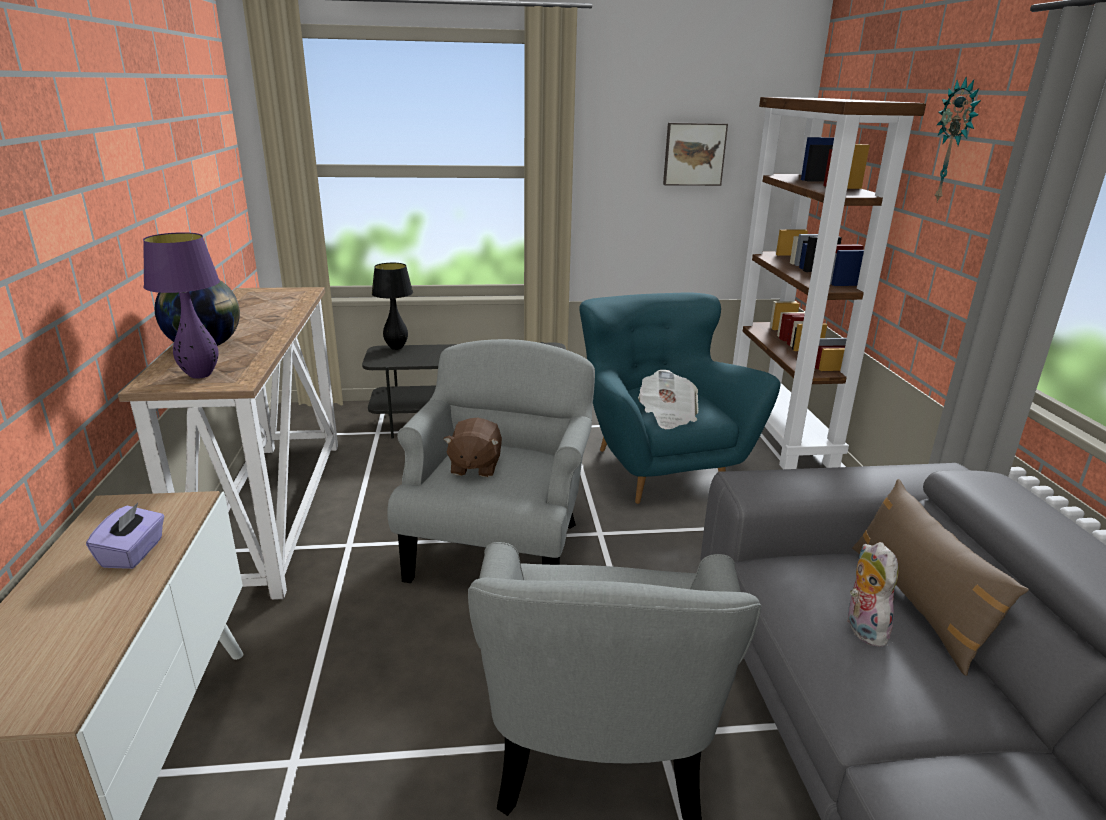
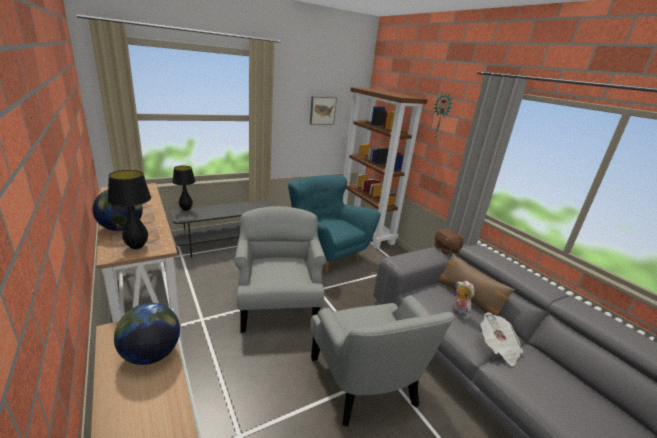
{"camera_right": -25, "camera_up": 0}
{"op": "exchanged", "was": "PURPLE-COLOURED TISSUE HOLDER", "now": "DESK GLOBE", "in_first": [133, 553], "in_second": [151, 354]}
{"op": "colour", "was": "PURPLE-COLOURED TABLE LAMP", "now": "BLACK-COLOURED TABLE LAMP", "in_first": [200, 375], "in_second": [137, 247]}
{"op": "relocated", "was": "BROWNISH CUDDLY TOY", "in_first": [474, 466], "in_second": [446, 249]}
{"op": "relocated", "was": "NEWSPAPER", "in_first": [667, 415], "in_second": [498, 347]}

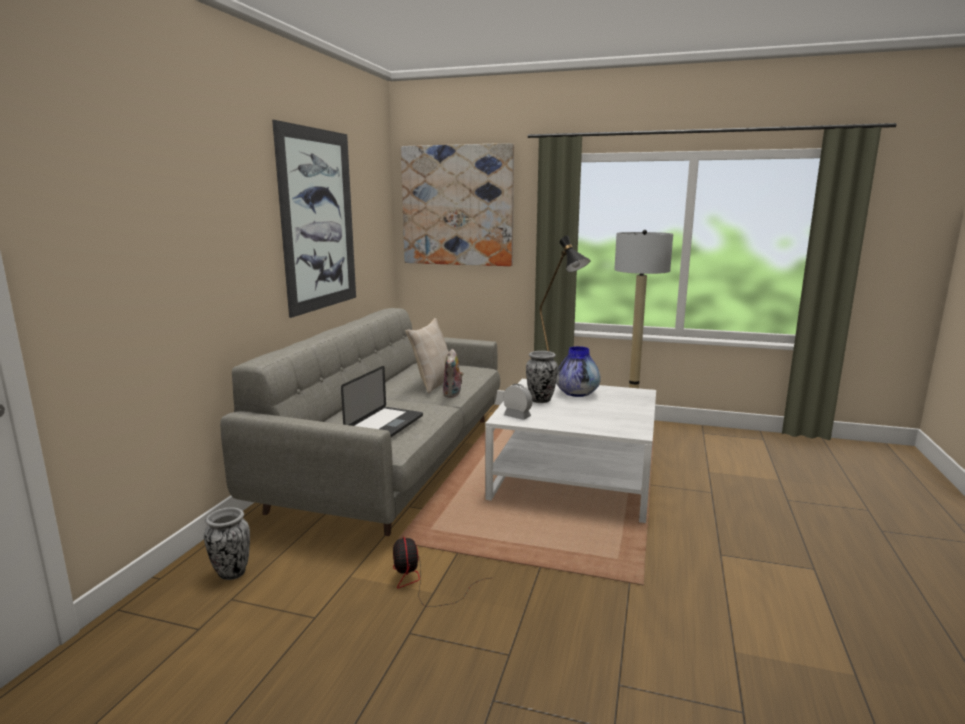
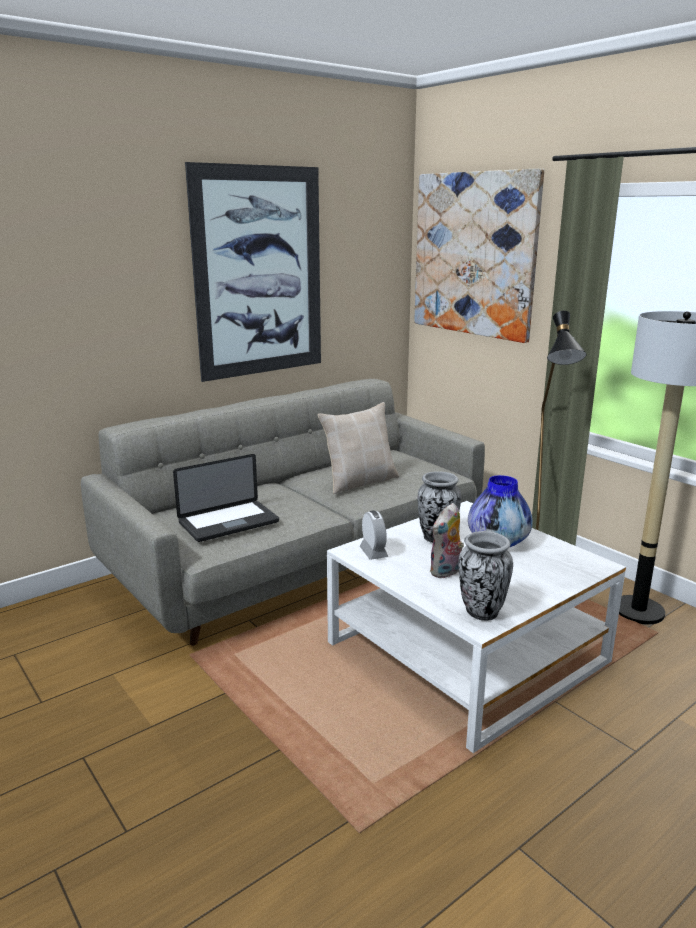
{"camera_right": 35, "camera_up": 5}
{"op": "relocated", "was": "VASE", "in_first": [231, 573], "in_second": [481, 612]}
{"op": "missing", "was": "ELECTRIC FAN", "in_first": [422, 583]}
{"op": "relocated", "was": "CUDDLY TOY", "in_first": [453, 394], "in_second": [446, 572]}

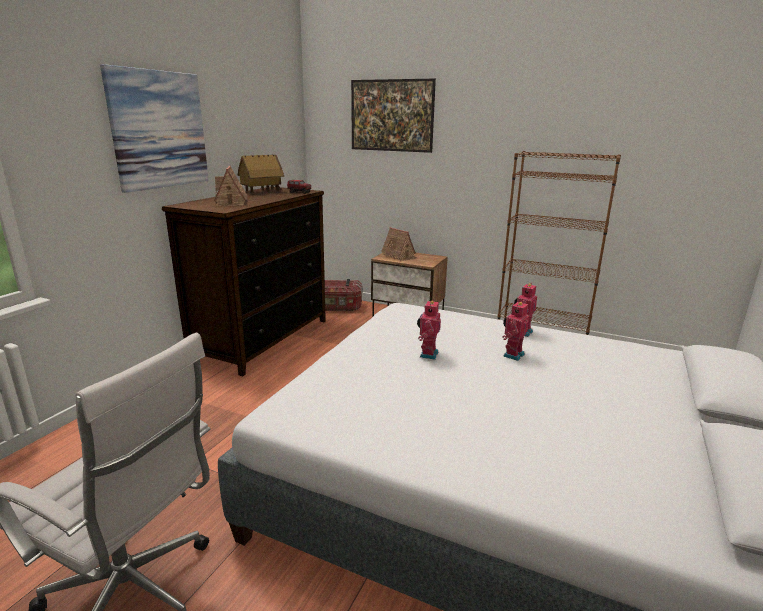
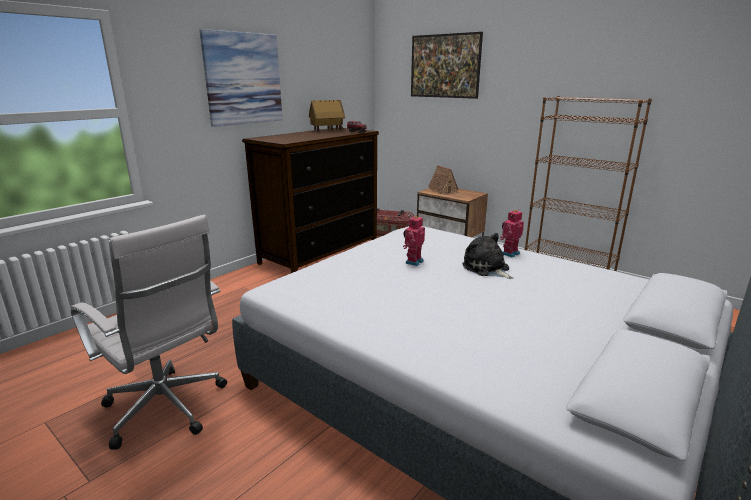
{"camera_right": 15, "camera_up": 0}
{"op": "missing", "was": "TOY HOUSE", "in_first": [231, 202]}
{"op": "exchanged", "was": "ROBOT FIGURE", "now": "CUDDLY TOY", "in_first": [512, 355], "in_second": [487, 269]}

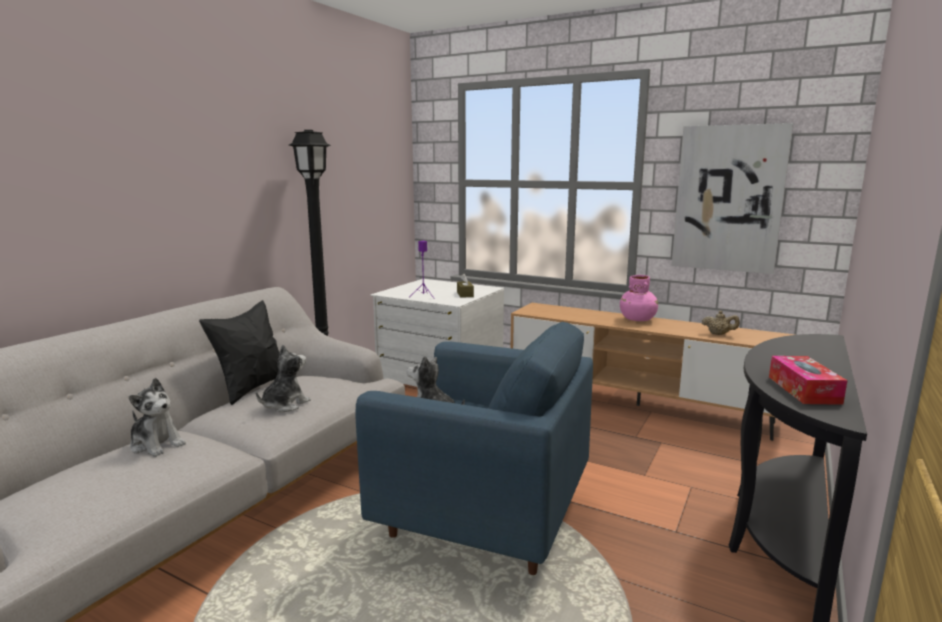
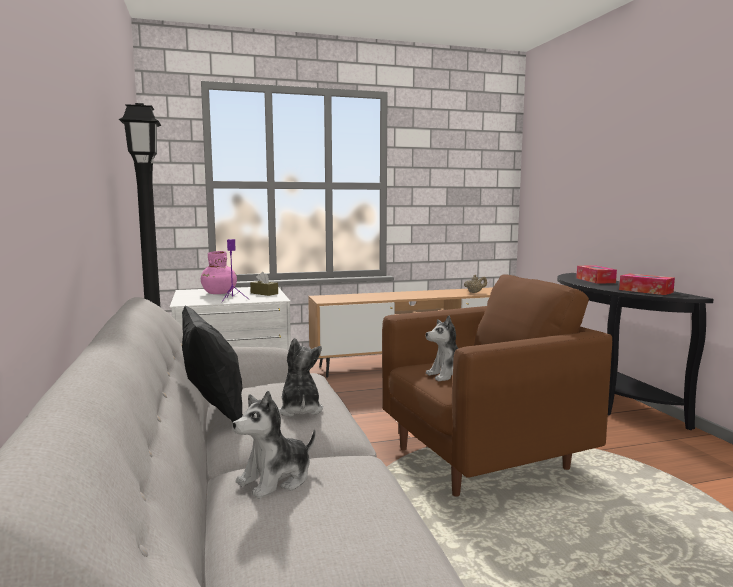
{"camera_right": -45, "camera_up": -5}
{"op": "spun", "was": "CUDDLY TOY", "in_first": [157, 444], "in_second": [276, 479], "clockwise": 150}
{"op": "colour", "was": "BLUE ARMCHAIR", "now": "BROWNISH ARMCHAIR", "in_first": [481, 520], "in_second": [482, 459]}
{"op": "relocated", "was": "PINKISH VASE", "in_first": [637, 319], "in_second": [219, 293]}
{"op": "missing", "was": "PICTURE", "in_first": [728, 199]}
{"op": "appeared", "now": "TISSUE HOLDER", "in_second": [595, 280]}

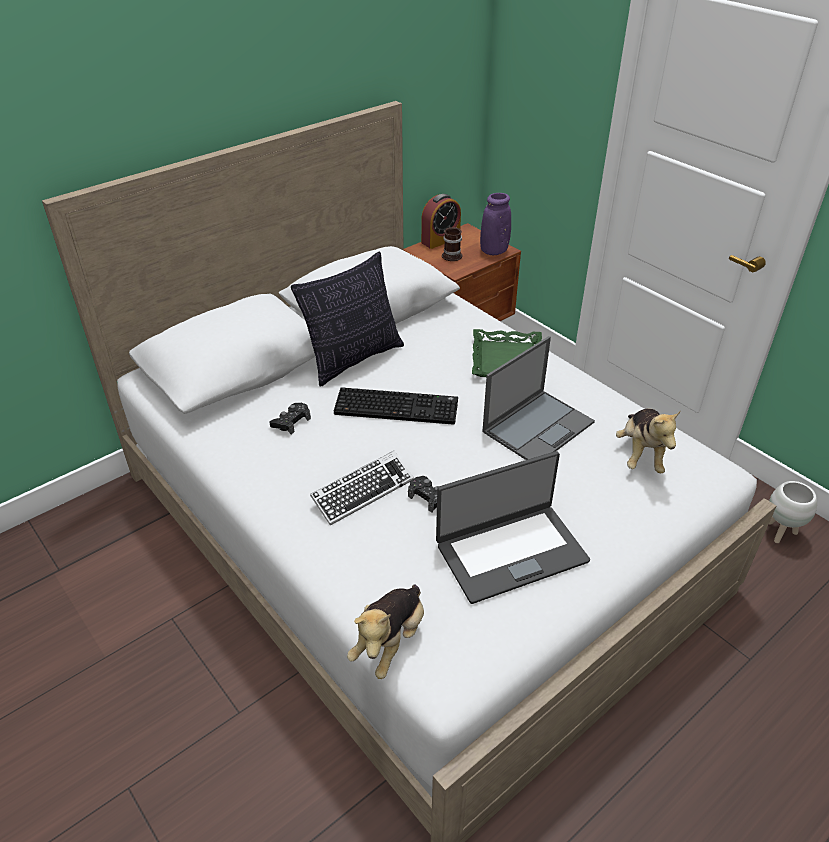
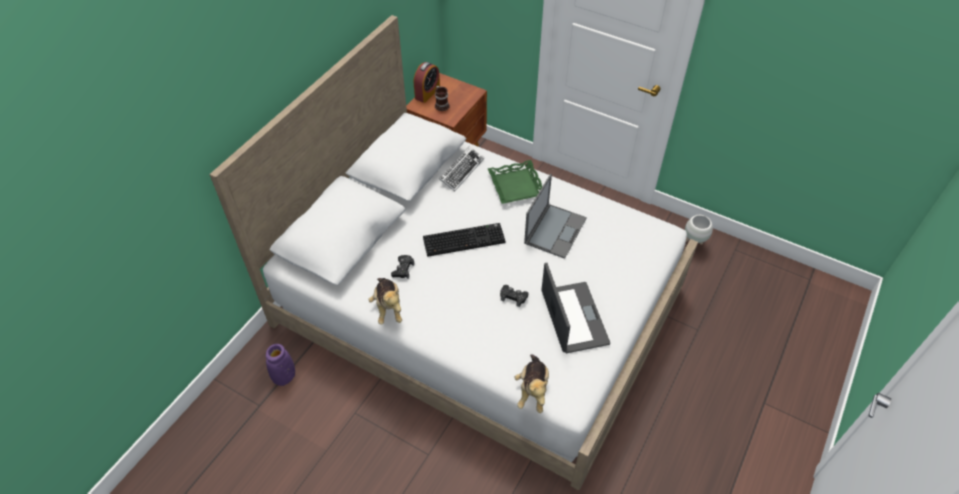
{"camera_right": -20, "camera_up": 10}
{"op": "missing", "was": "THROW PILLOW", "in_first": [354, 359]}
{"op": "relocated", "was": "COMPUTER KEYBOARD", "in_first": [362, 491], "in_second": [461, 171]}
{"op": "spun", "was": "PORTABLE COMPUTER", "in_first": [510, 551], "in_second": [573, 318], "clockwise": -60}
{"op": "relocated", "was": "PURPLE-COLOURED VASE", "in_first": [494, 251], "in_second": [284, 377]}
{"op": "relocated", "was": "CUDDLY TOY", "in_first": [641, 454], "in_second": [388, 307]}

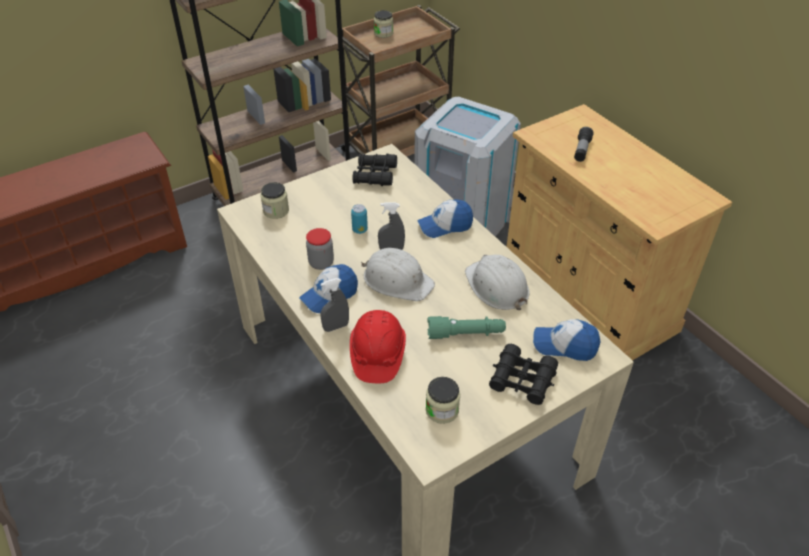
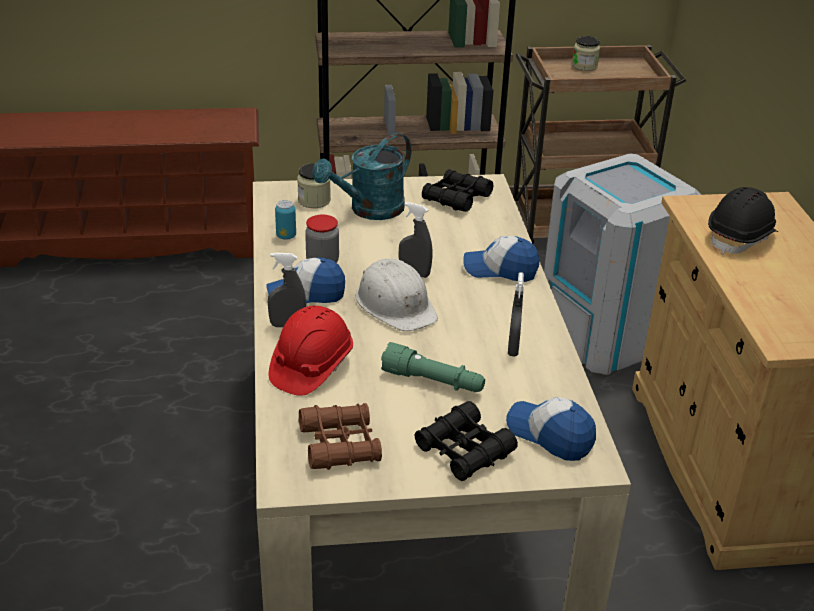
{"camera_right": 25, "camera_up": -10}
{"op": "relocated", "was": "METAL CAN", "in_first": [360, 230], "in_second": [286, 236]}
{"op": "exchanged", "was": "JAR", "now": "BROWNISH FIELD GLASSES", "in_first": [442, 410], "in_second": [340, 445]}
{"op": "exchanged", "was": "WHITISH WORK HELMET", "now": "GREYISH SPRAY BOTTLE", "in_first": [497, 286], "in_second": [513, 348]}
{"op": "exchanged", "was": "HAND TORCH", "now": "BLACK-COLOURED WORK HELMET", "in_first": [581, 150], "in_second": [741, 238]}
{"op": "appeared", "now": "TURQUOISE WATERING CAN", "in_second": [369, 210]}

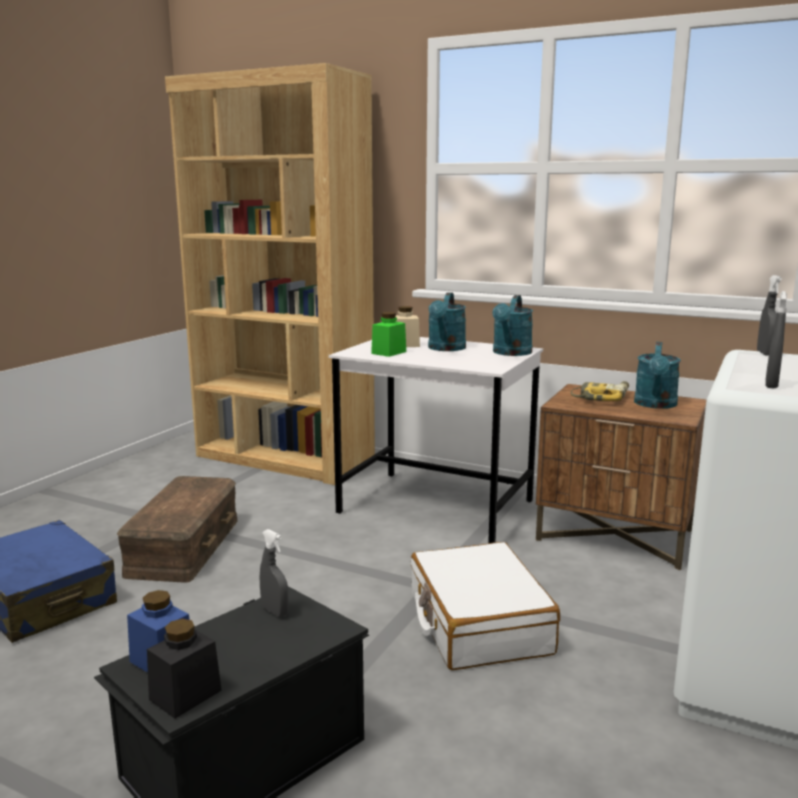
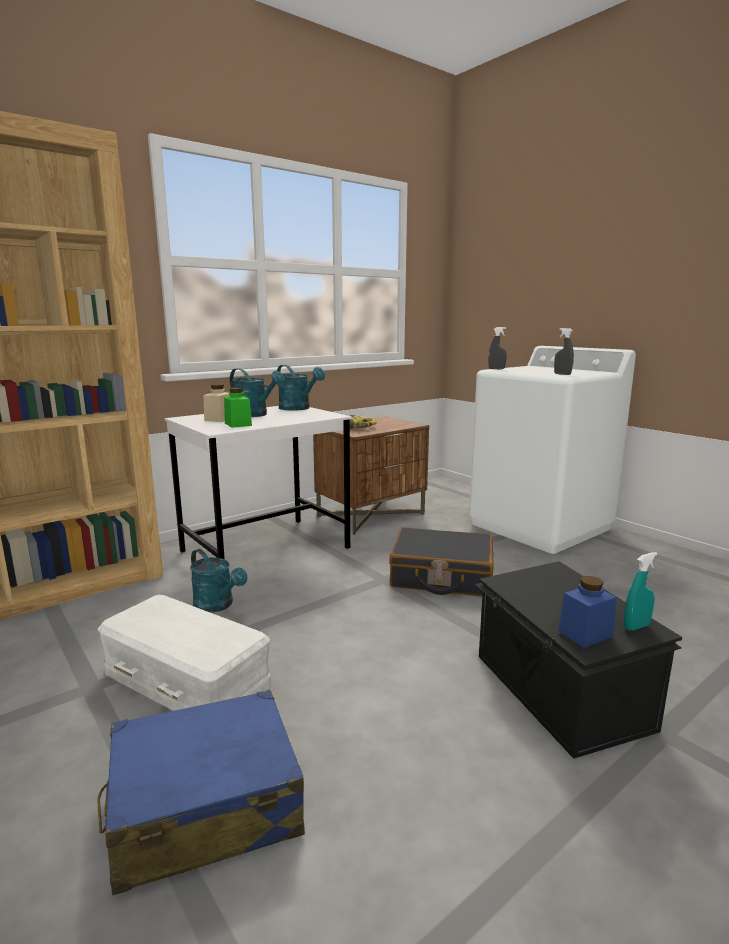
{"camera_right": -65, "camera_up": 0}
{"op": "colour", "was": "BROWNISH STORAGE BIN", "now": "WHITISH STORAGE BIN", "in_first": [183, 546], "in_second": [185, 679]}
{"op": "exchanged", "was": "BLACK-COLOURED JAR", "now": "TURQUOISE SPRAY BOTTLE", "in_first": [185, 695], "in_second": [636, 626]}
{"op": "missing", "was": "GREYISH SPRAY BOTTLE", "in_first": [275, 611]}
{"op": "colour", "was": "WHITISH SUITCASE", "now": "BLACK-COLOURED SUITCASE", "in_first": [478, 623], "in_second": [441, 576]}
{"op": "relocated", "was": "TURQUOISE WATERING CAN", "in_first": [655, 405], "in_second": [218, 605]}

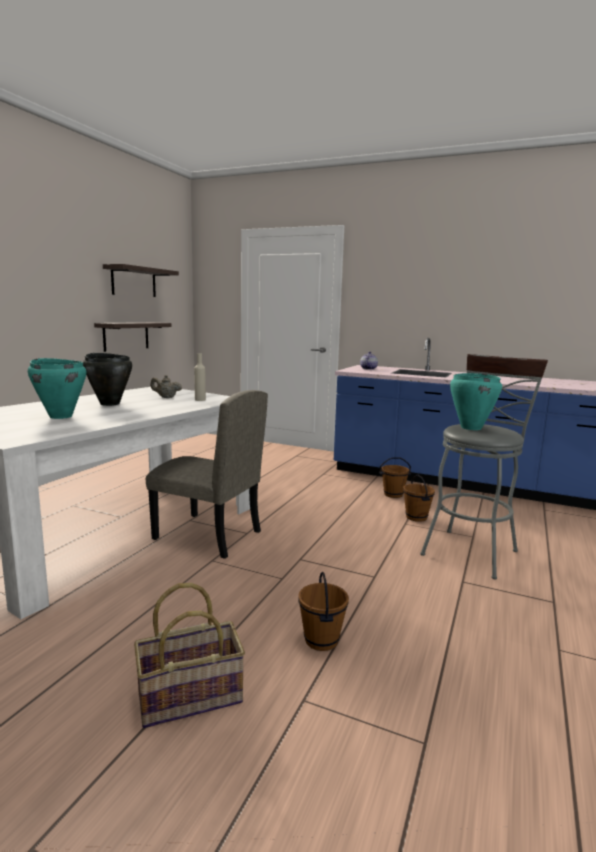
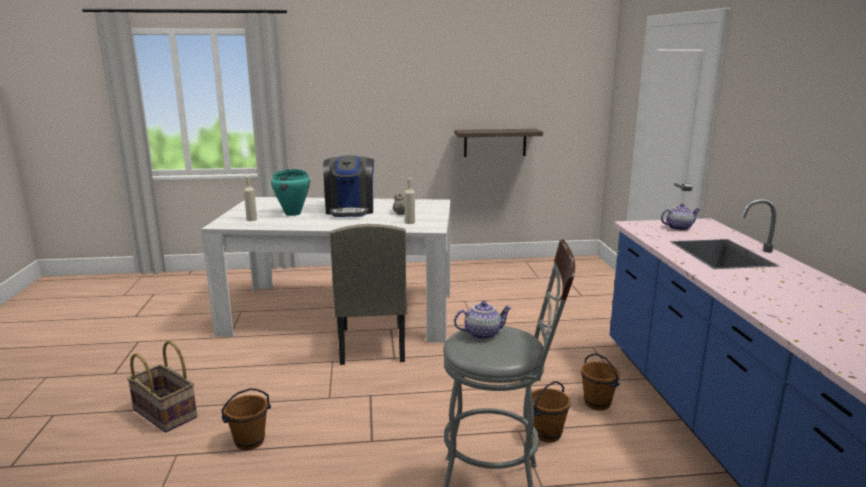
{"camera_right": 60, "camera_up": 5}
{"op": "exchanged", "was": "BLACK-COLOURED SAUCEPOT", "now": "COFFEE BREWER", "in_first": [110, 404], "in_second": [350, 210]}
{"op": "missing", "was": "SHELF", "in_first": [134, 282]}
{"op": "exchanged", "was": "TURQUOISE SAUCEPOT", "now": "TEAPOT", "in_first": [470, 428], "in_second": [482, 333]}
{"op": "appeared", "now": "BEIGE-COLOURED DRINK BOTTLE", "in_second": [251, 219]}

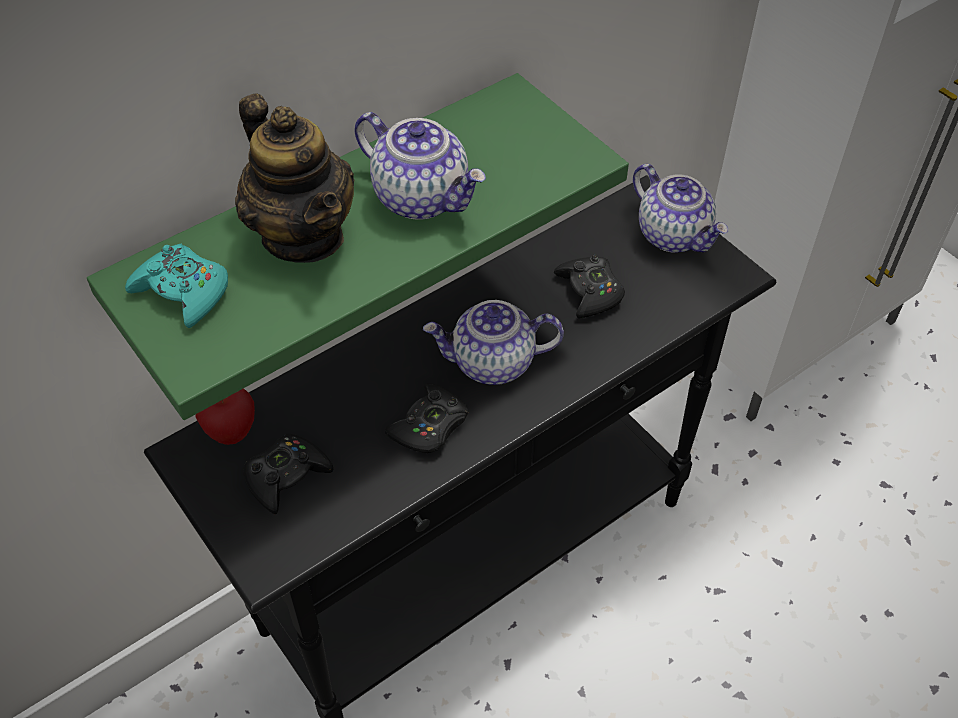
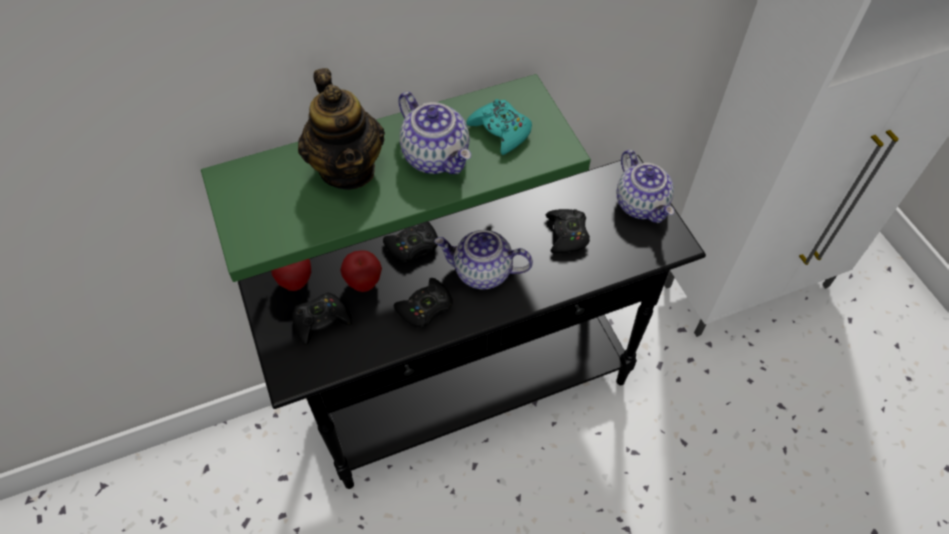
{"camera_right": 15, "camera_up": 5}
{"op": "relocated", "was": "TURQUOISE JOYPAD", "in_first": [183, 292], "in_second": [501, 131]}
{"op": "appeared", "now": "APPLE", "in_second": [364, 283]}
{"op": "appeared", "now": "BLACK-COLOURED JOYPAD", "in_second": [413, 246]}

